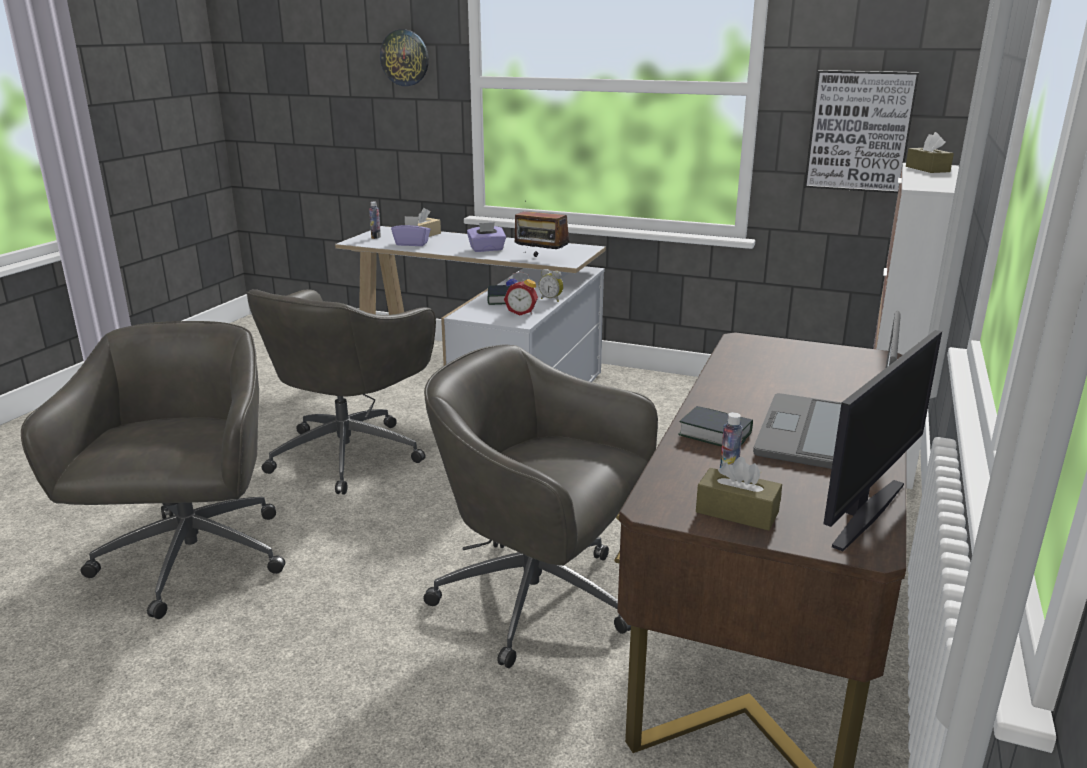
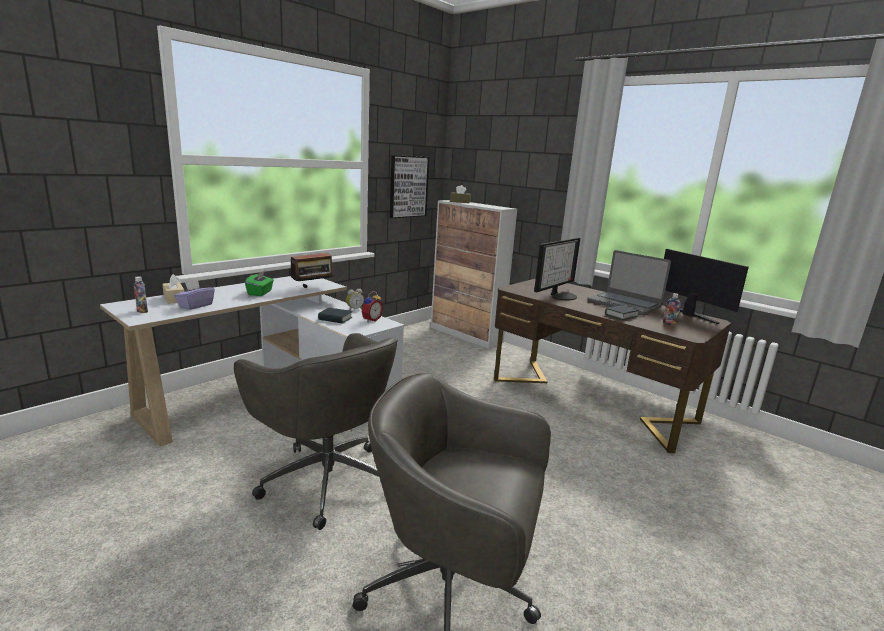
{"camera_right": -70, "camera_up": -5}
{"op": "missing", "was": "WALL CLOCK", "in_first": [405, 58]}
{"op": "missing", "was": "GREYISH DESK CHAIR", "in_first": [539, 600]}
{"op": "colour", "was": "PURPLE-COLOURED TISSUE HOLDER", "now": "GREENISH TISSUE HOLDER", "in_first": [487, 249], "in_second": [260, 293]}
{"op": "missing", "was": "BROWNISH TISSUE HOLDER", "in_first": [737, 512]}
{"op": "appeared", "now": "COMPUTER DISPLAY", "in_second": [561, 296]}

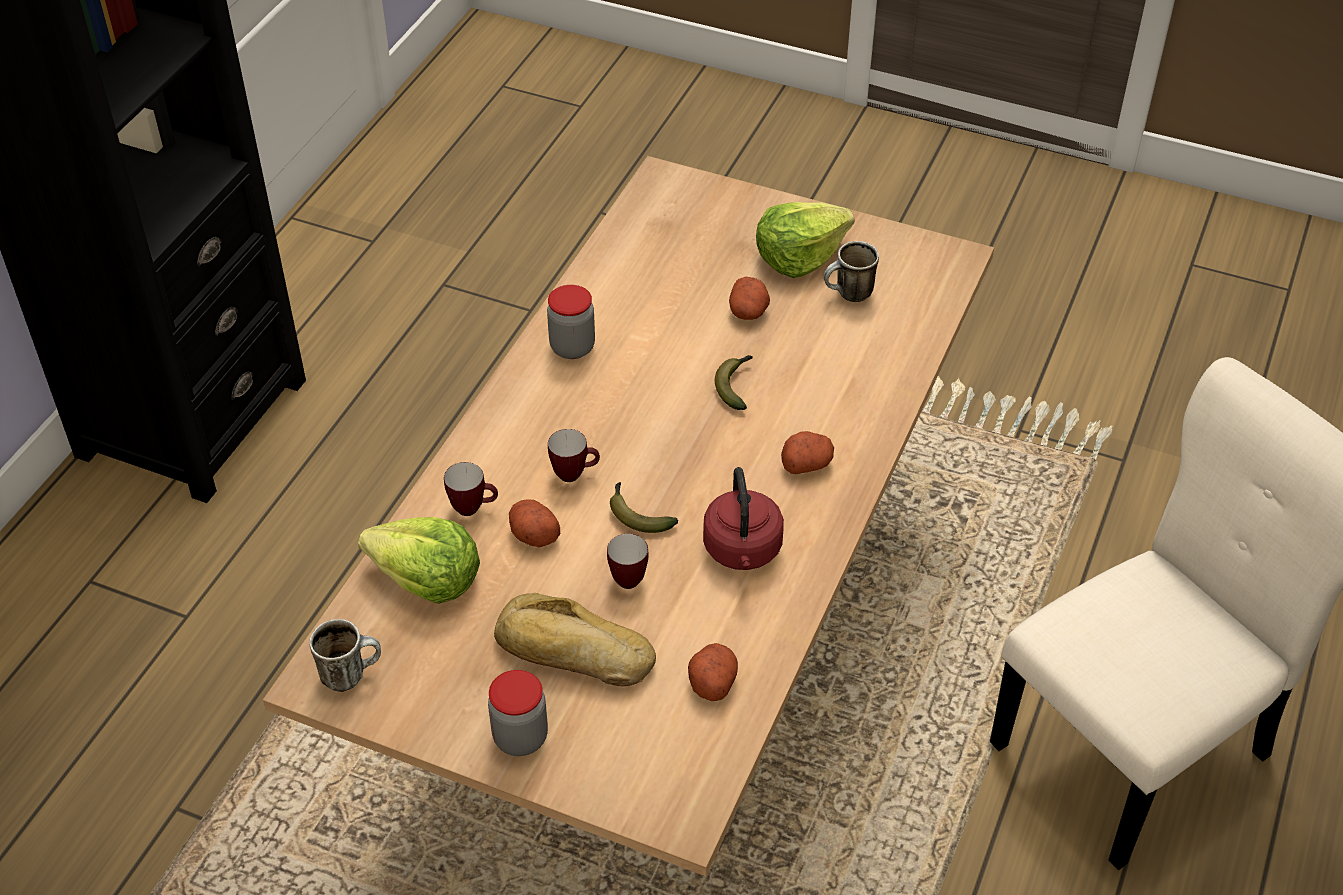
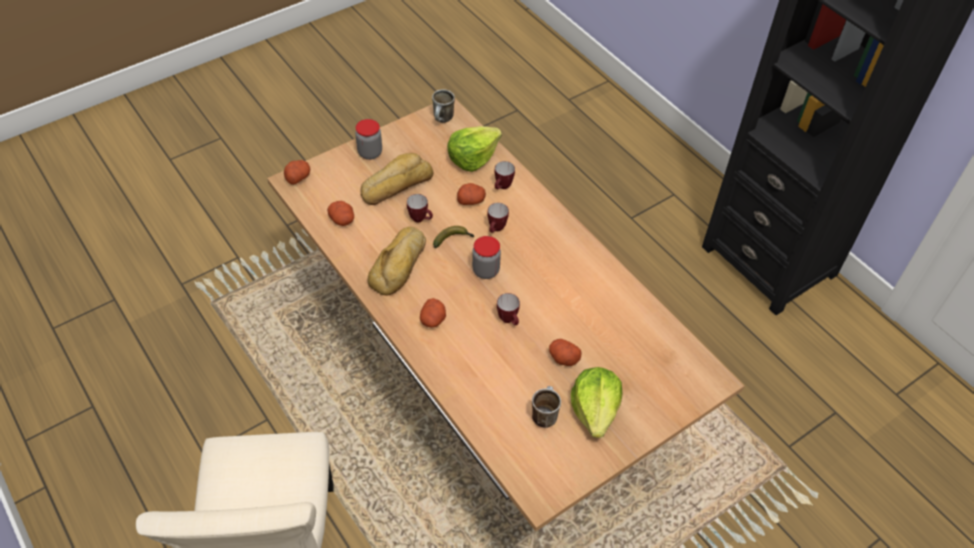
{"camera_right": 120, "camera_up": 5}
{"op": "relocated", "was": "JAR", "in_first": [572, 347], "in_second": [486, 270]}
{"op": "exchanged", "was": "RED-COLOURED KETTLE", "now": "BAKERY BREAD", "in_first": [742, 551], "in_second": [400, 265]}
{"op": "exchanged", "was": "BANANA", "now": "COFFEE MUG", "in_first": [736, 385], "in_second": [509, 320]}
{"op": "appeared", "now": "SPUD", "in_second": [298, 177]}

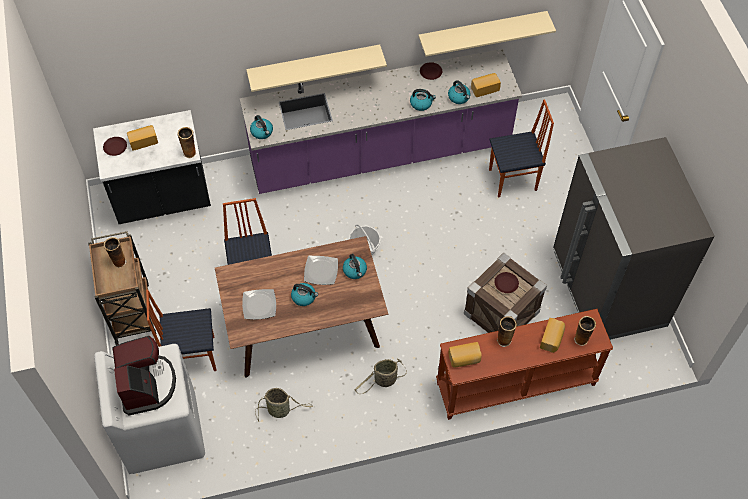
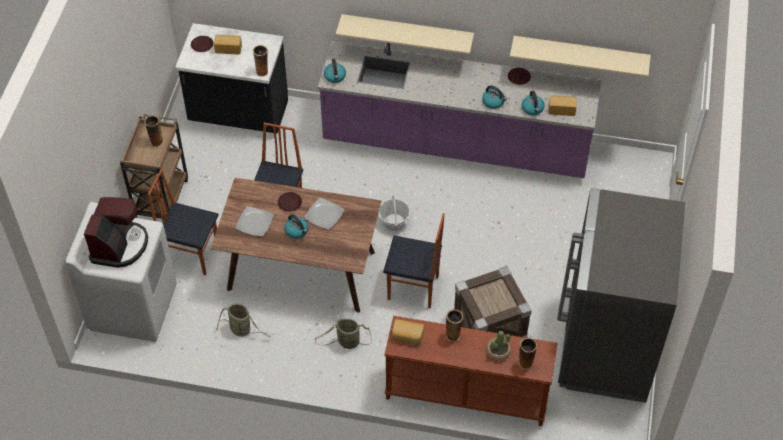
{"camera_right": 25, "camera_up": -5}
{"op": "missing", "was": "KETTLE", "in_first": [355, 271]}
{"op": "relocated", "was": "CHAIR", "in_first": [513, 180], "in_second": [413, 289]}
{"op": "relocated", "was": "BROWNISH FLAT DISH", "in_first": [506, 284], "in_second": [290, 203]}
{"op": "exchanged", "was": "BAKERY BREAD", "now": "HOUSEPLANT", "in_first": [552, 339], "in_second": [498, 352]}

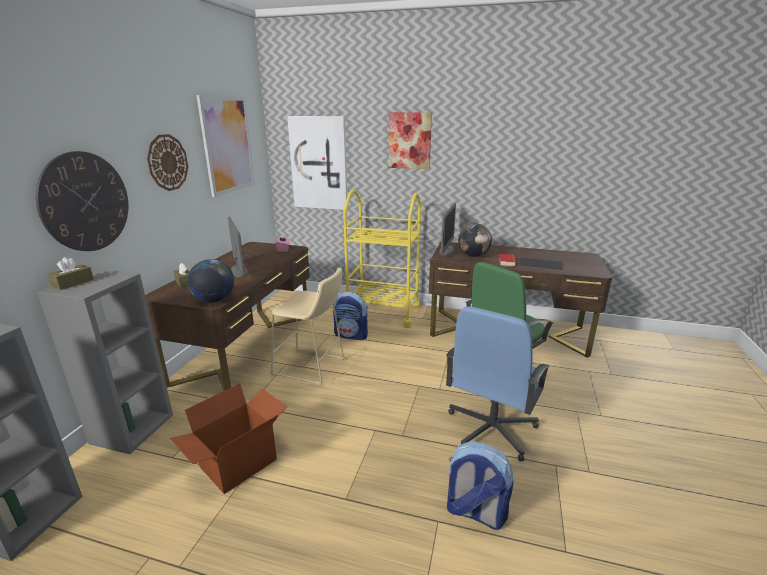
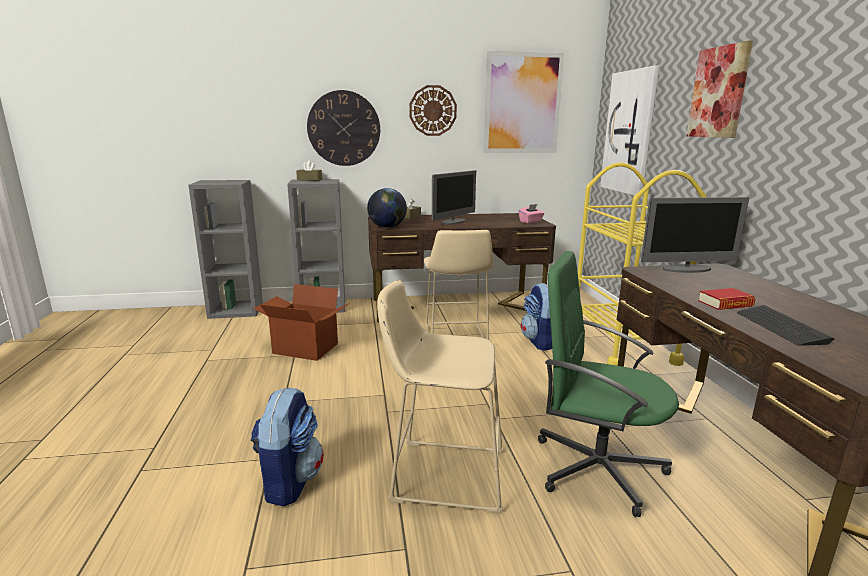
{"camera_right": 65, "camera_up": -5}
{"op": "exchanged", "was": "BLUE DESK CHAIR", "now": "BEIGE-COLOURED STOOL", "in_first": [490, 430], "in_second": [442, 474]}
{"op": "missing", "was": "DESK GLOBE", "in_first": [473, 255]}

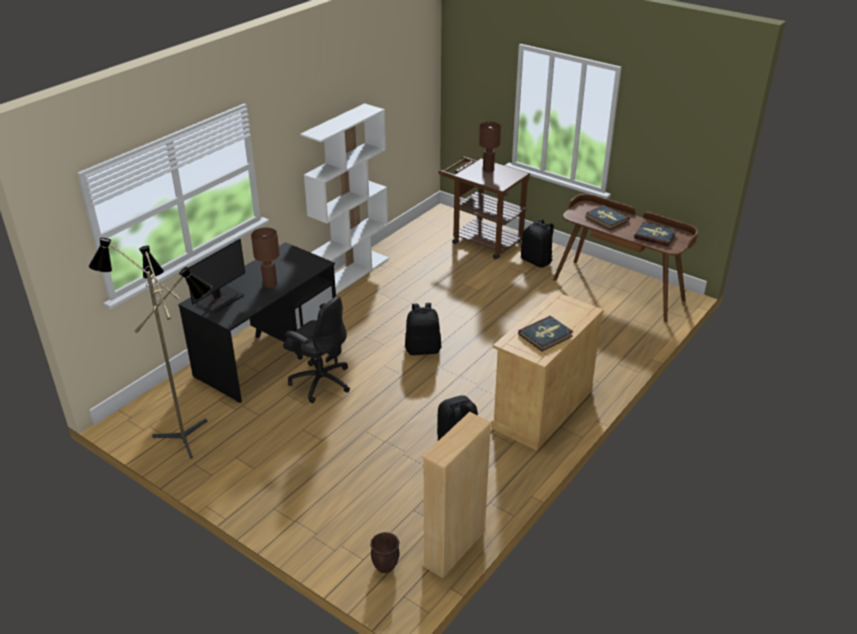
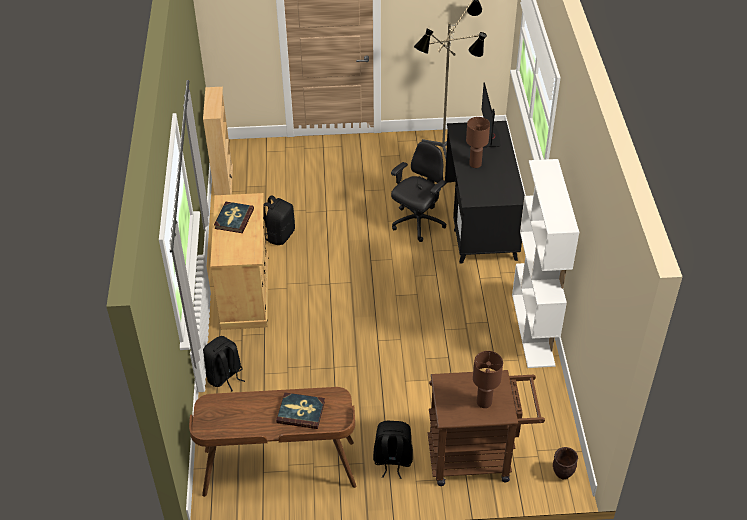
{"camera_right": 140, "camera_up": 10}
{"op": "spun", "was": "BLACK-COLOURED DESK CHAIR", "in_first": [320, 381], "in_second": [417, 223], "clockwise": 135}
{"op": "relocated", "was": "BROWNISH PLANTER", "in_first": [385, 567], "in_second": [562, 473]}
{"op": "relocated", "was": "BLACK-COLOURED RUCKSACK", "in_first": [423, 349], "in_second": [225, 376]}
{"op": "missing", "was": "BOUND BOOK", "in_first": [655, 236]}

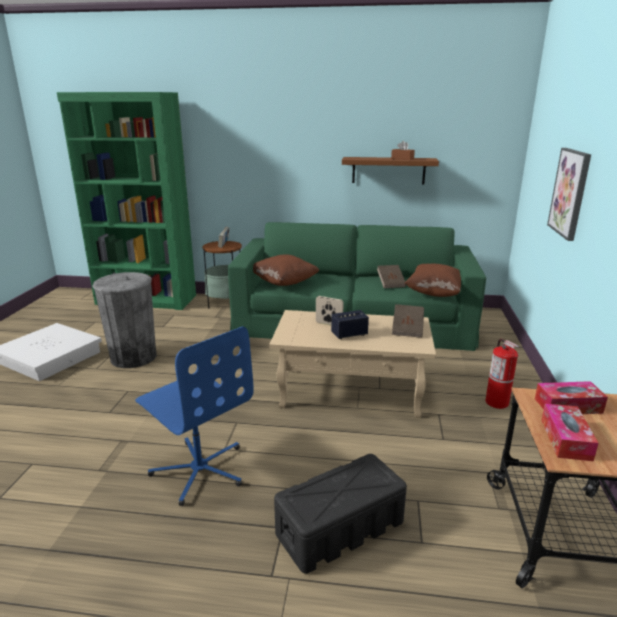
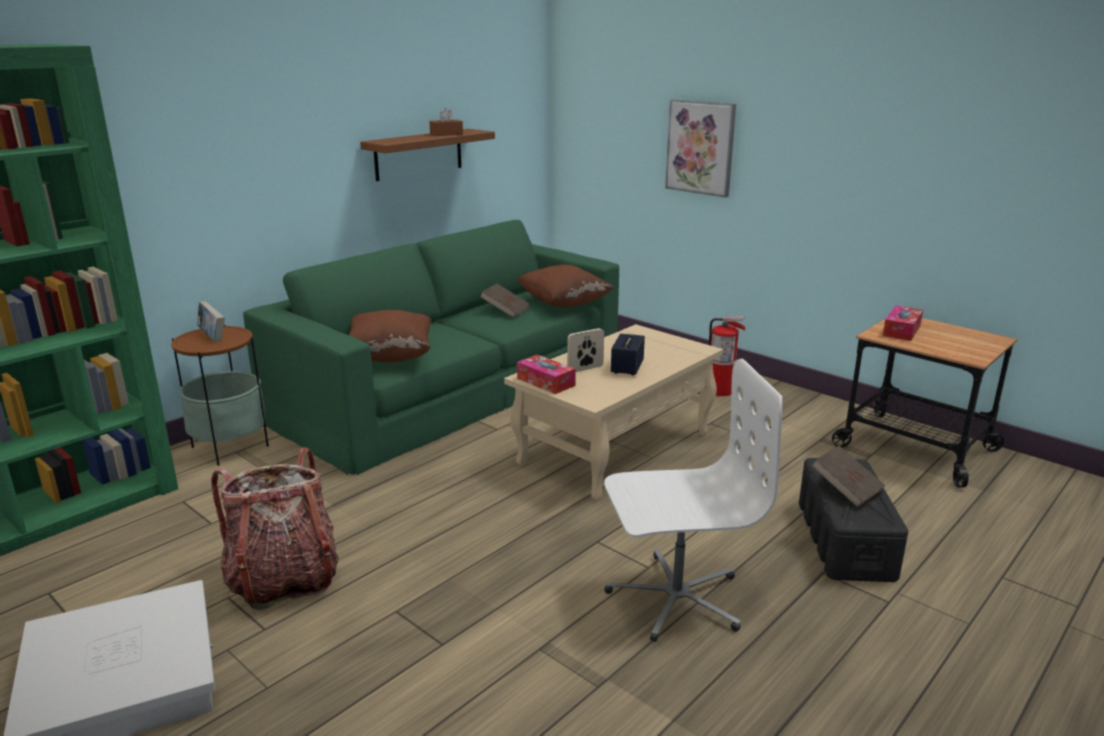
{"camera_right": -55, "camera_up": 0}
{"op": "exchanged", "was": "GREYISH WASTE BIN", "now": "RUCKSACK", "in_first": [133, 357], "in_second": [283, 579]}
{"op": "colour", "was": "BLUE DESK CHAIR", "now": "WHITISH DESK CHAIR", "in_first": [200, 469], "in_second": [675, 597]}
{"op": "relocated", "was": "BROWNISH BOUND BOOK", "in_first": [407, 329], "in_second": [846, 489]}
{"op": "relocated", "was": "TISSUE HOLDER", "in_first": [566, 439], "in_second": [546, 382]}

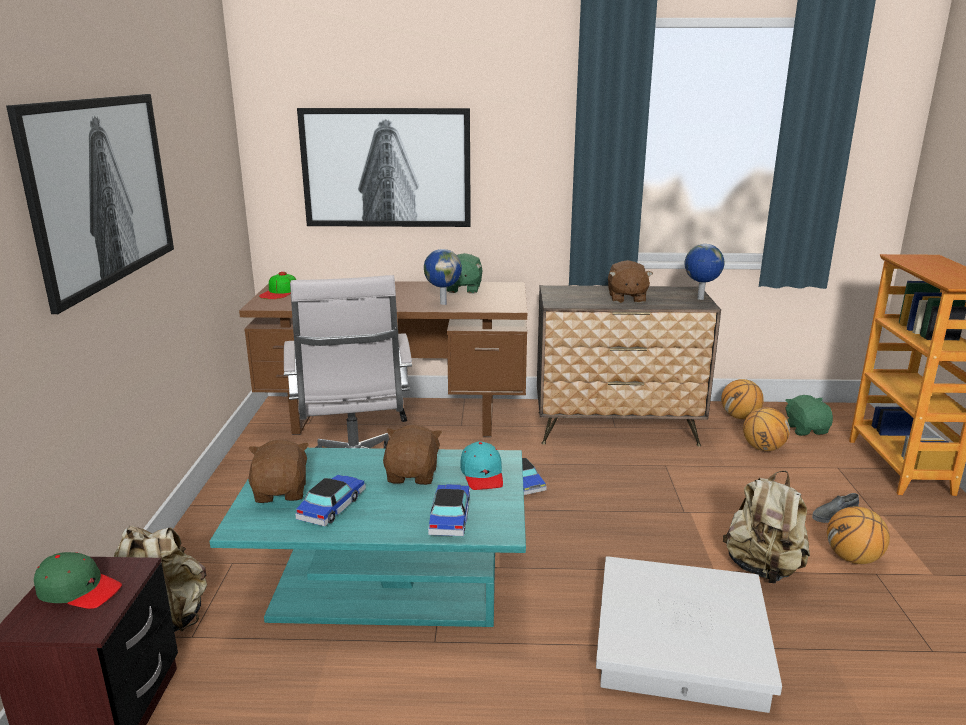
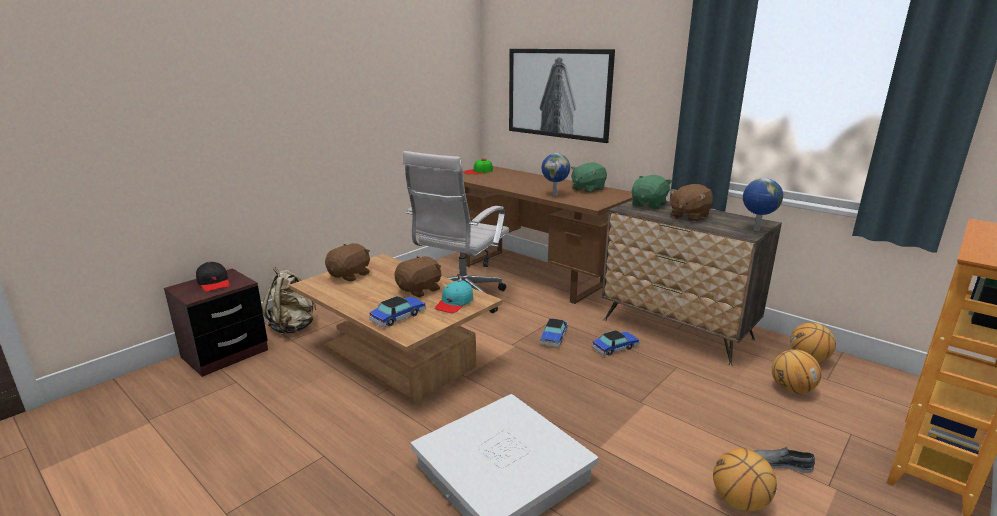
{"camera_right": 40, "camera_up": 0}
{"op": "missing", "was": "PICTURE", "in_first": [103, 191]}
{"op": "colour", "was": "GREENISH CAP", "now": "BLACK-COLOURED CAP", "in_first": [79, 590], "in_second": [214, 283]}
{"op": "colour", "was": "TURQUOISE LOUNGE TABLE", "now": "BROWNISH LOUNGE TABLE", "in_first": [387, 584], "in_second": [397, 357]}
{"op": "relocated", "was": "MINIATURE CAR", "in_first": [332, 506], "in_second": [615, 347]}
{"op": "missing", "was": "BEIGE-COLOURED RUCKSACK", "in_first": [763, 568]}
{"op": "relocated", "was": "GREENISH CUDDLY TOY", "in_first": [806, 429], "in_second": [649, 205]}

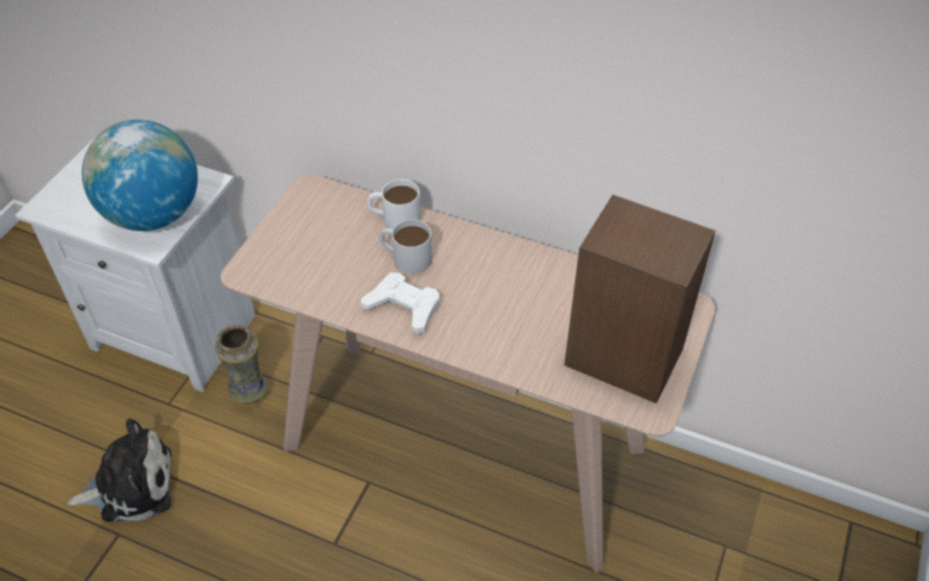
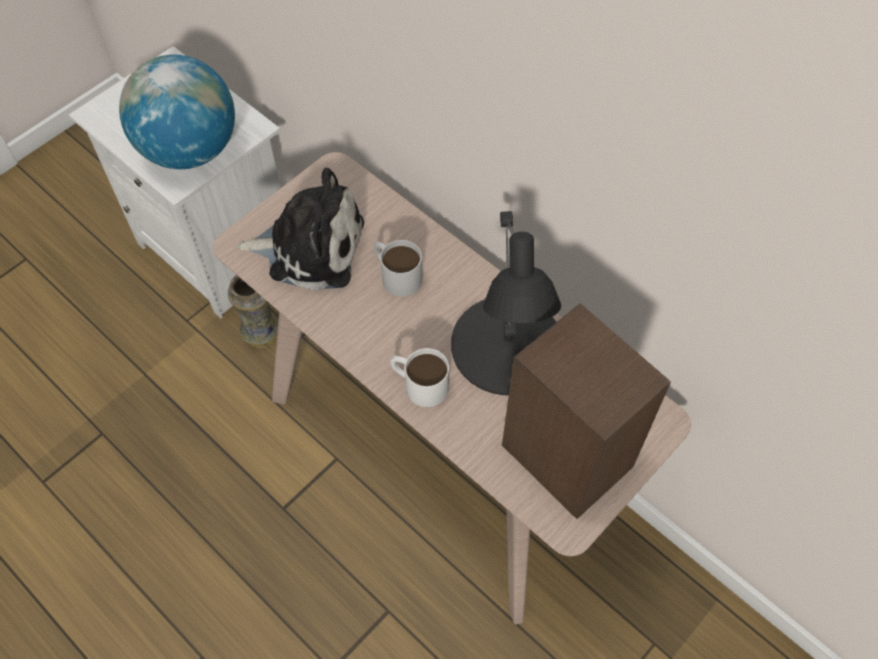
{"camera_right": 20, "camera_up": 10}
{"op": "relocated", "was": "CUDDLY TOY", "in_first": [131, 485], "in_second": [310, 247]}
{"op": "missing", "was": "WHITISH JOYPAD", "in_first": [403, 307]}
{"op": "relocated", "was": "WHITISH COFFEE MUG", "in_first": [394, 217], "in_second": [419, 384]}
{"op": "appeared", "now": "BLACK-COLOURED TABLE LAMP", "in_second": [506, 347]}

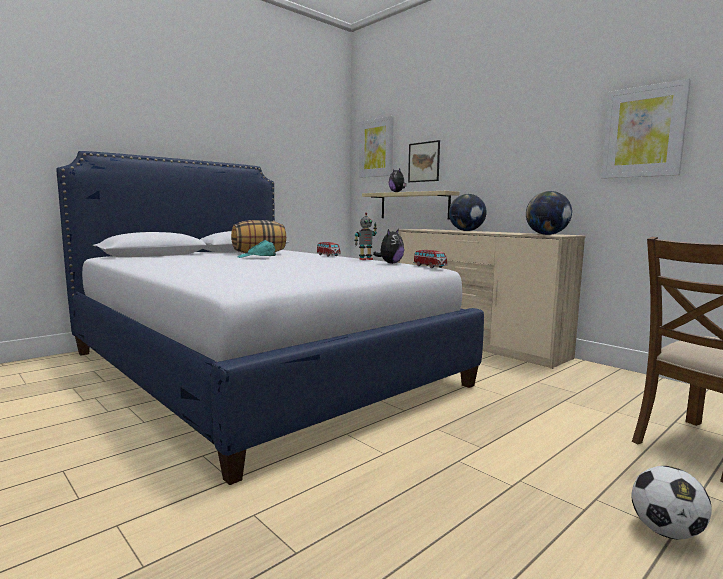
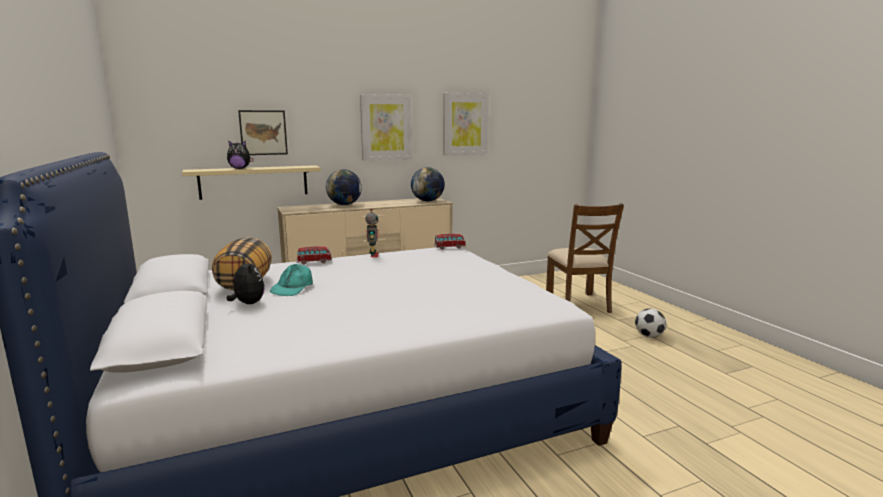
{"camera_right": -70, "camera_up": 5}
{"op": "relocated", "was": "PICTURE", "in_first": [376, 148], "in_second": [386, 127]}
{"op": "relocated", "was": "CUDDLY TOY", "in_first": [390, 263], "in_second": [248, 303]}

